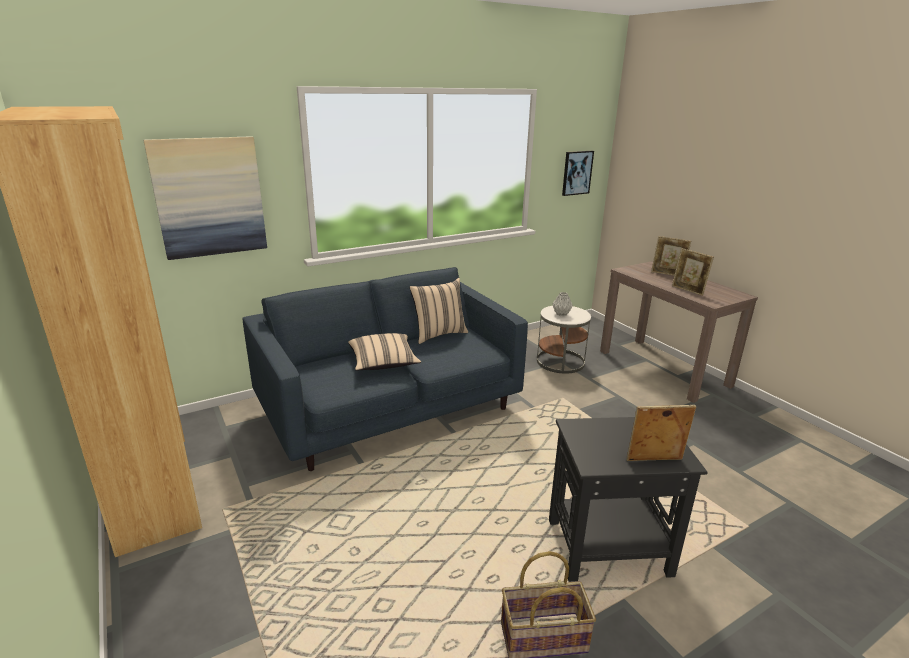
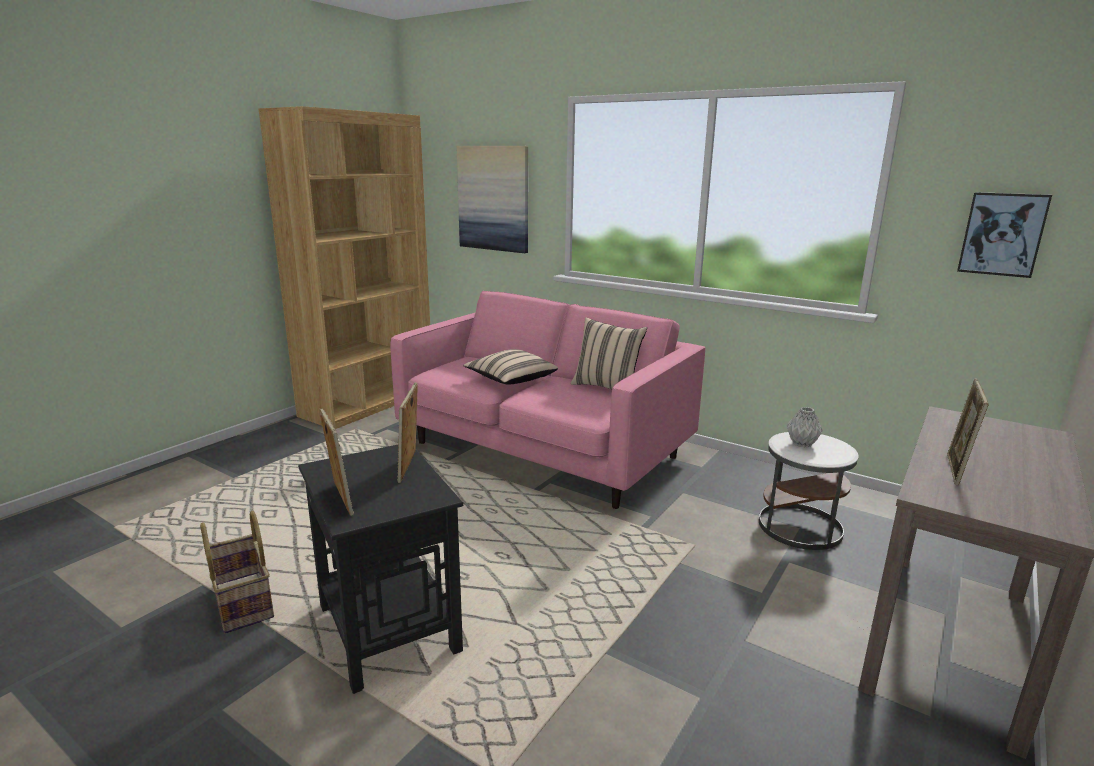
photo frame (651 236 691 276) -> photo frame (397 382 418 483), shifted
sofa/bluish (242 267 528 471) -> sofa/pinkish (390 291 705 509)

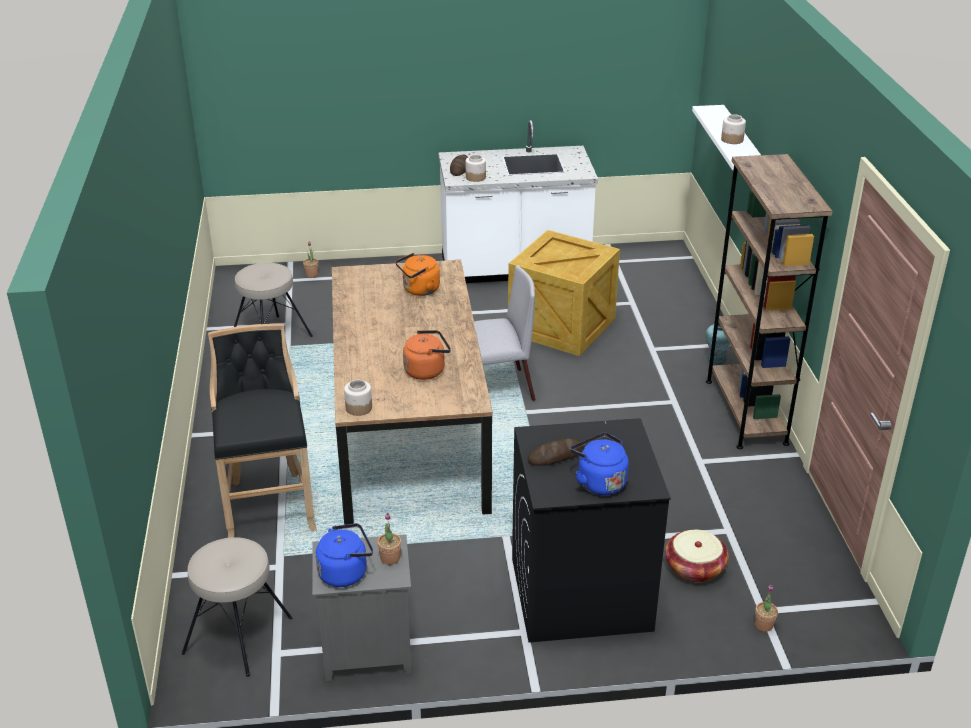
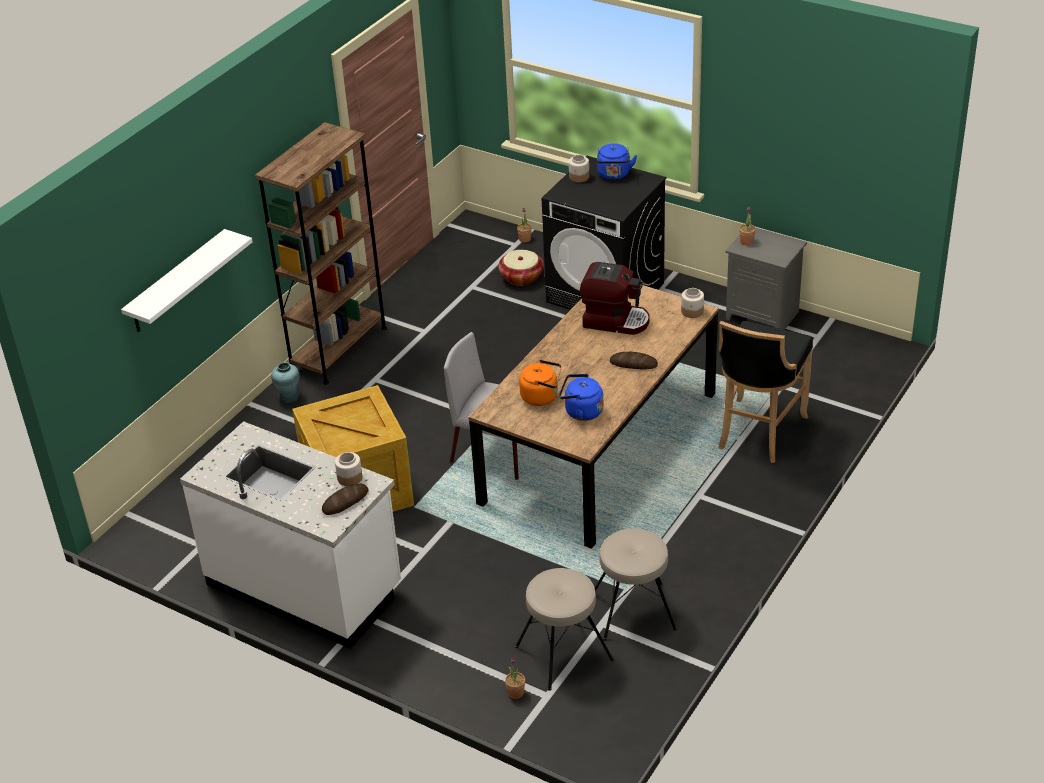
storage jar (721 114 746 144) -> storage jar (569 155 589 182), shifted
kettle/orange (403 330 451 380) -> coffee machine (580 262 650 335)
bread (527 438 585 466) -> bread (610 352 658 370), shifted
kettle/bluish (316 523 373 587) -> kettle/bluish (559 374 603 421), shifted
stool/sand-coloured (182 537 292 677) -> stool/sand-coloured (515 568 614 691), shifted

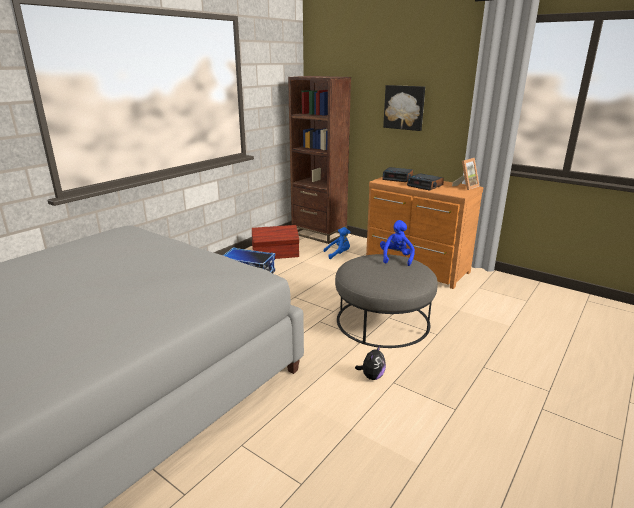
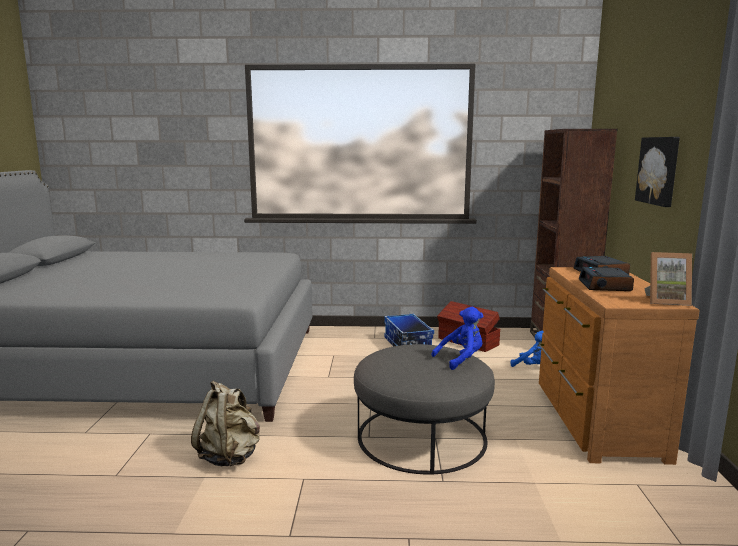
cuddly toy (355 345 386 380) -> none
none -> knapsack/sand-coloured (191 381 260 466)

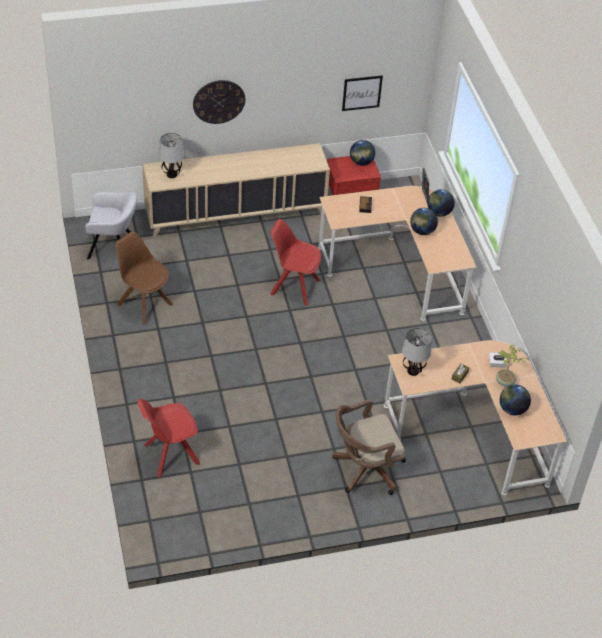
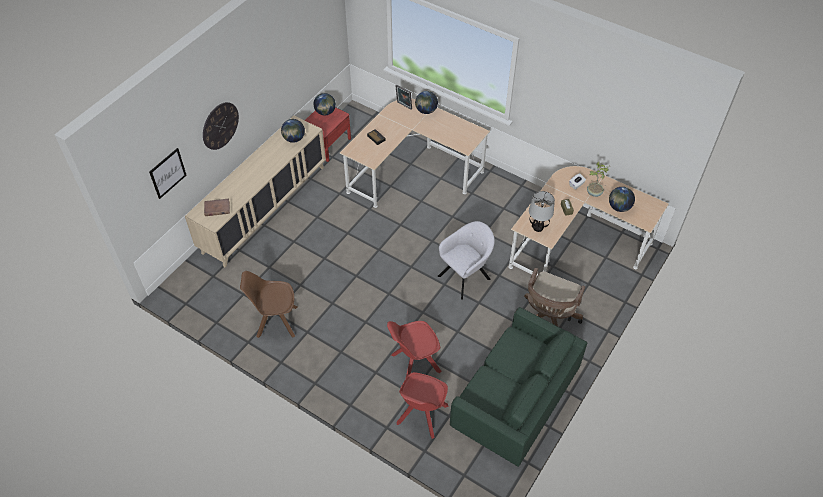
wall picture (342 75 383 111) -> wall picture (149 148 187 199), shifted
lamp for a table (159 133 184 178) -> book/brown (204 199 230 216)
lounge chair/gray (85 191 137 259) -> lounge chair/gray (437 221 495 300), shifted
globe (410 208 438 235) -> globe (281 119 305 143), shifted
chair/red-coloured (270 219 321 306) -> chair/red-coloured (387 321 441 378), shifted
none -> sofa/green (450 307 588 467)

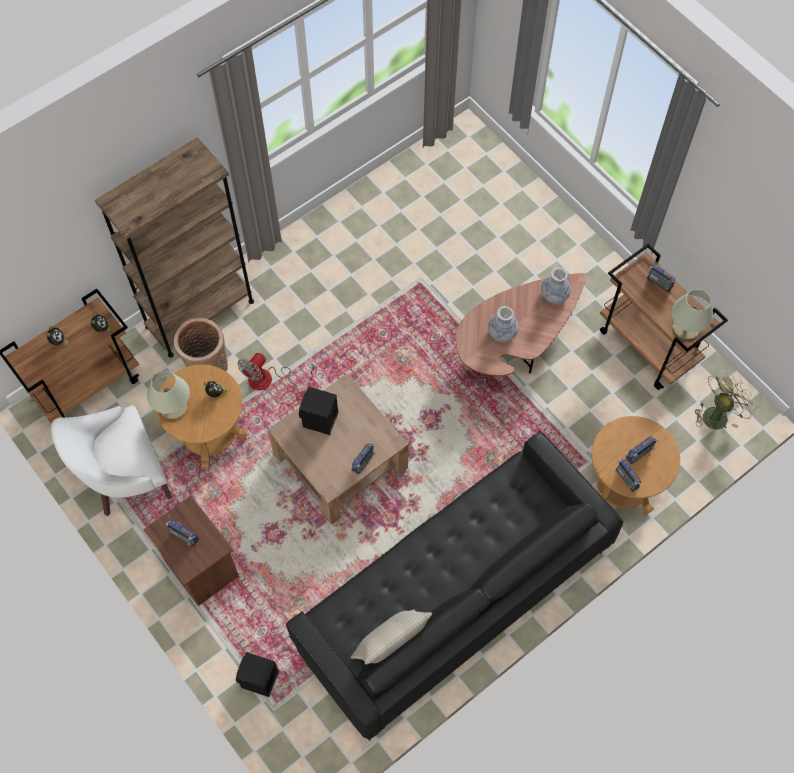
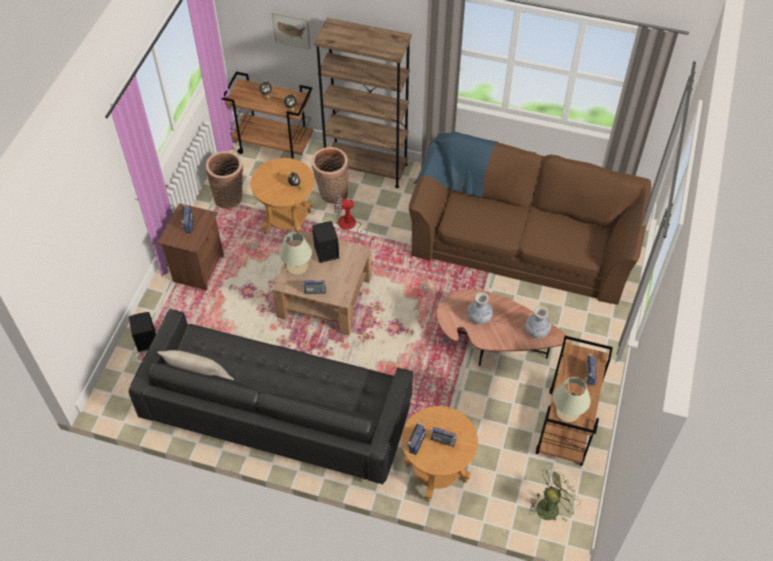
lamp for a table/sand-coloured (147 370 190 419) -> lamp for a table/sand-coloured (279 232 312 275), shifted
cooling fan/green (695 370 758 430) -> cooling fan/green (529 465 581 522), 45 degrees counterclockwise
lounge chair/white-coloured (51 405 172 516) -> household basket (206 151 243 209)
none -> wall picture (272 12 310 49)
none -> sofa/brown (409 132 652 305)

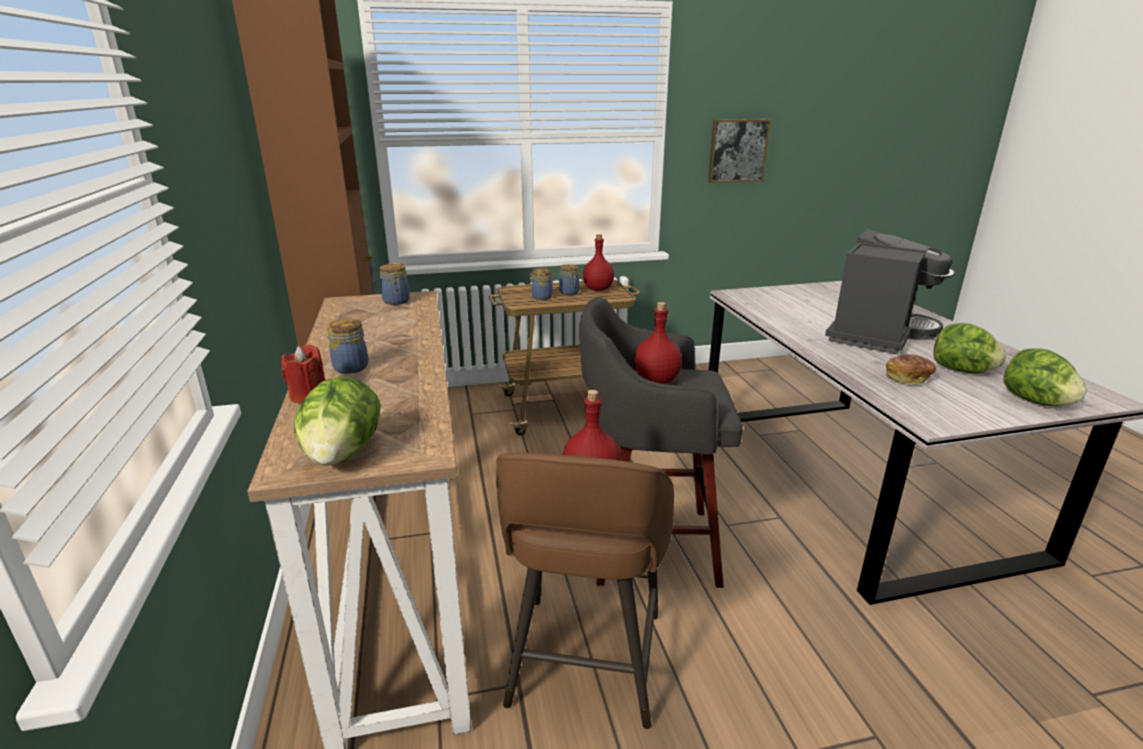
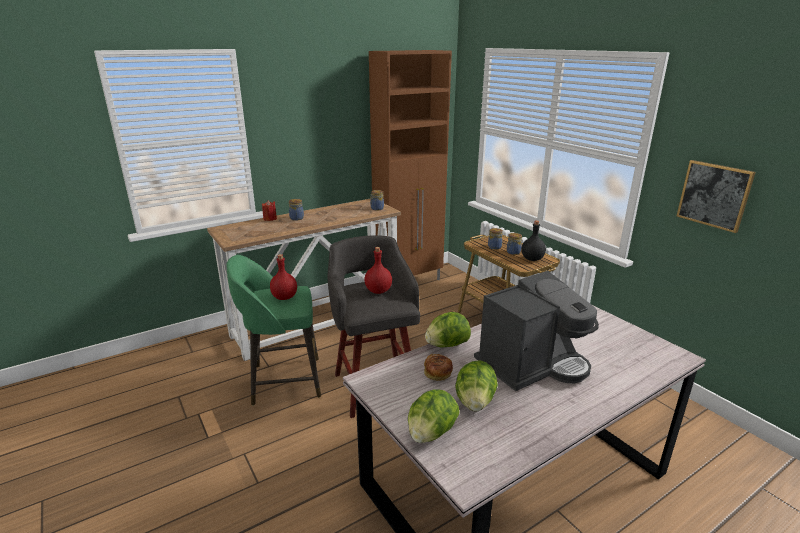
coffee machine (825 229 954 354) -> coffee machine (474 271 599 391), 45 degrees counterclockwise
bottle/red-coloured (583 234 614 291) -> bottle/blackish (521 220 546 261)
lettuce head (294 376 381 466) -> lettuce head (425 312 471 347), shifted
stool/brown (496 453 674 729) -> stool/green (226 255 321 405)

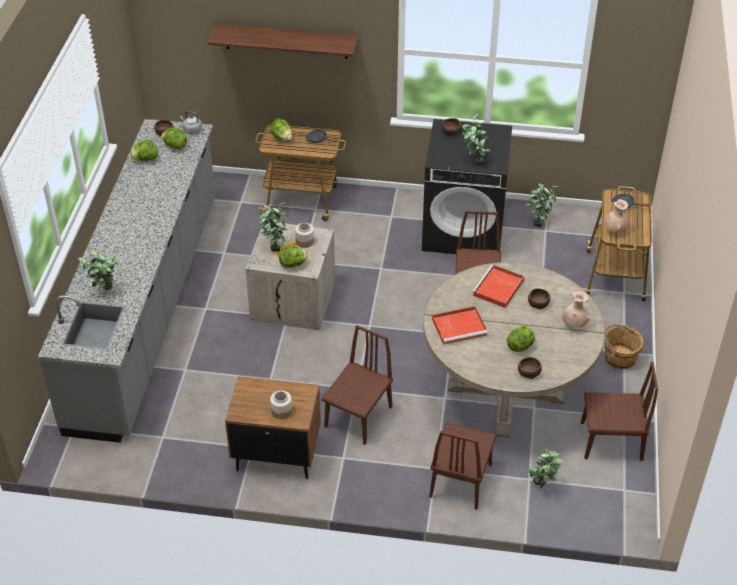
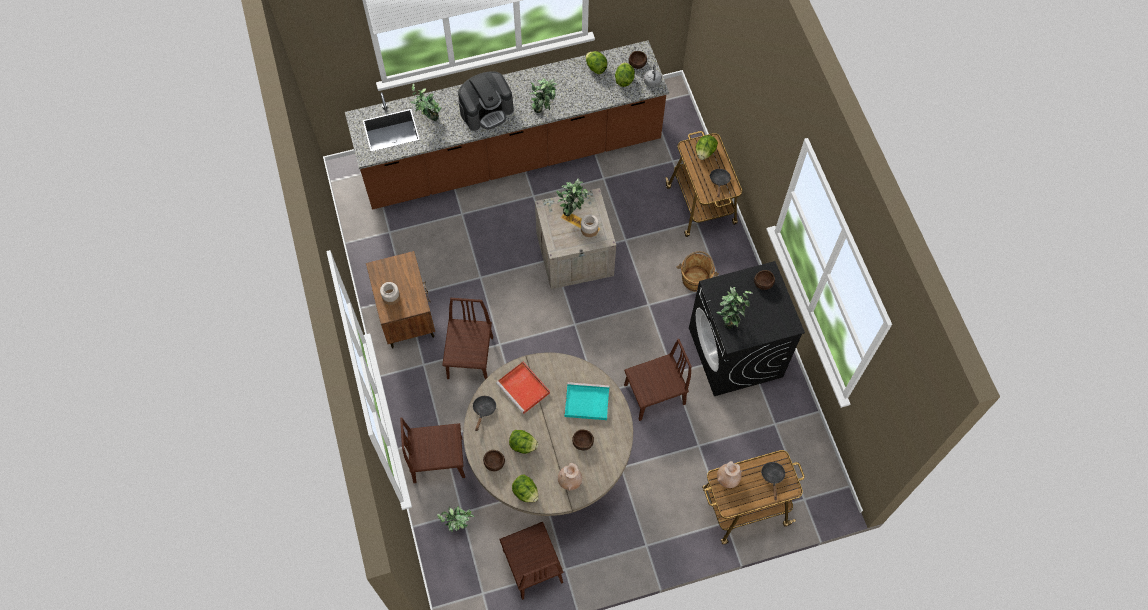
wall shelf (207 24 358 59) -> none
kitchen base unit/gray (38 119 216 443) -> kitchen base unit/brown (345 40 669 210)
potted plant (526 183 558 227) -> potted plant (529 78 558 113), shifted
lettuce head (279 246 308 268) -> lettuce head (512 474 539 503), shifted
tray/red-coloured (472 265 524 308) -> tray/blue-green (564 382 609 420)
pail/brown (605 324 643 369) -> pail/brown (676 251 719 292), shifted
chair/brown (322 325 393 445) -> chair/brown (442 298 493 379), 90 degrees counterclockwise
none -> coffee machine (458 71 513 131)
none -> skillet/blackish (473 396 496 431)

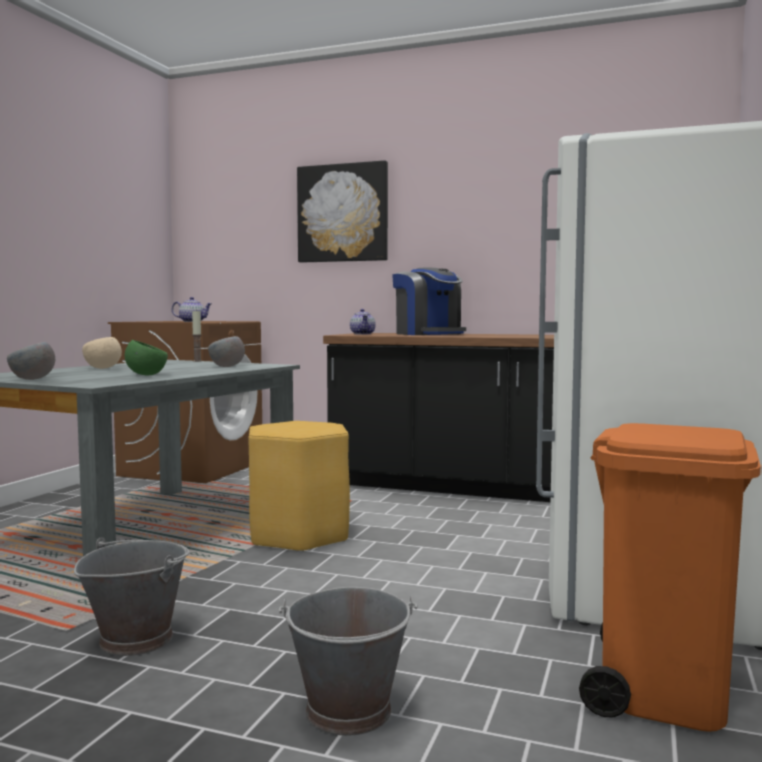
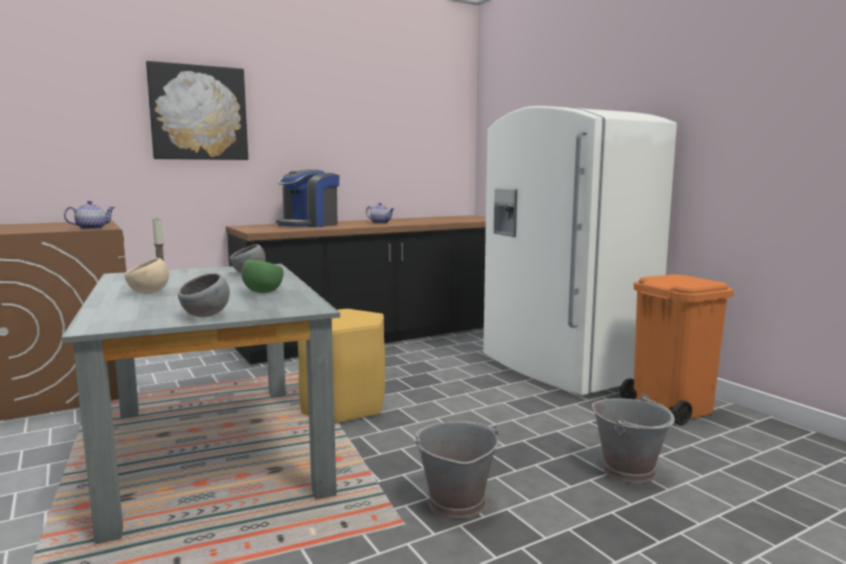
coffee machine (392 267 466 335) -> coffee machine (276 169 339 227), 120 degrees clockwise
teapot (350 309 376 334) -> teapot (366 203 395 224), shifted

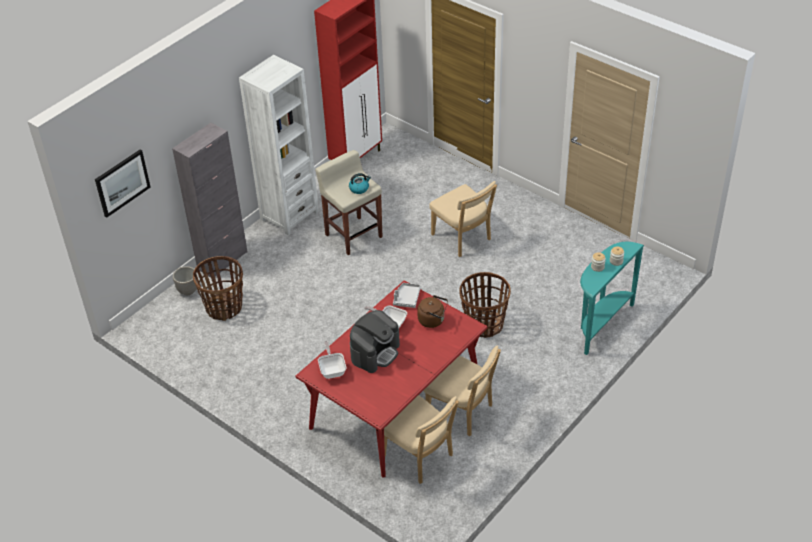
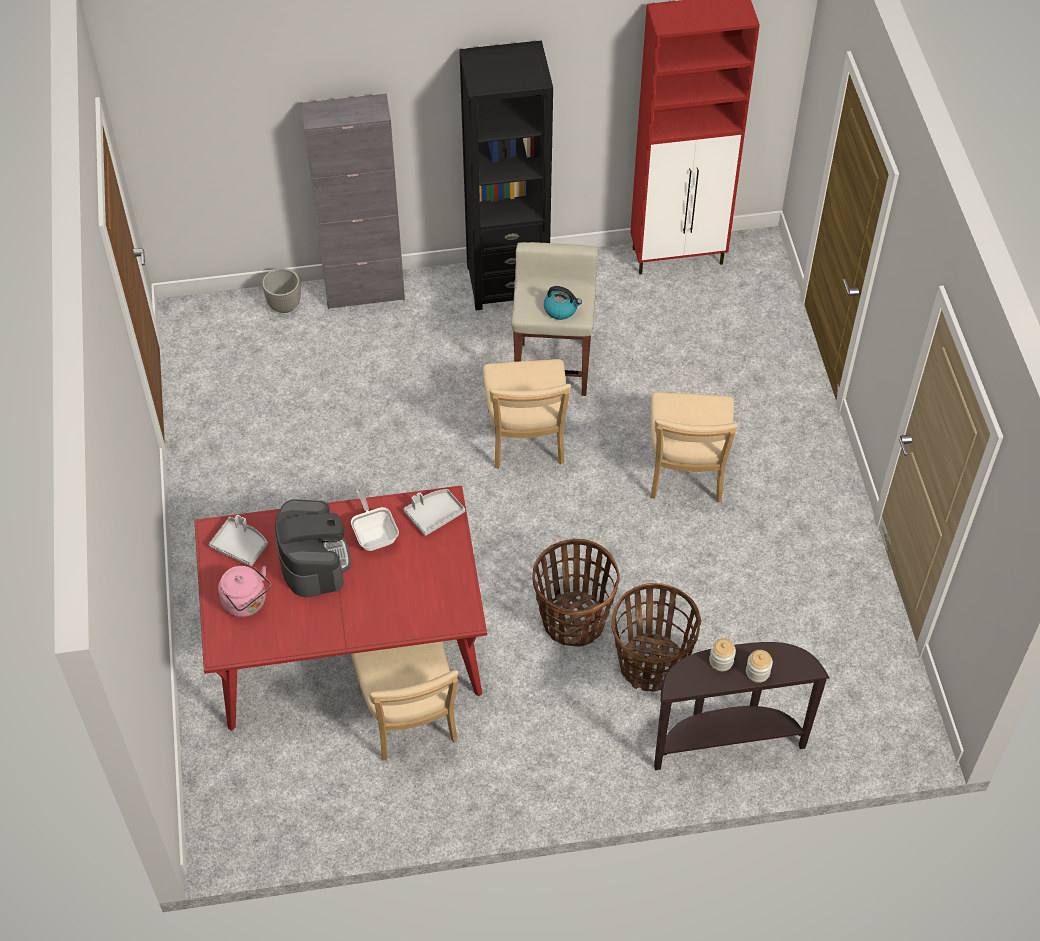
bookcase/white-coloured (239 55 319 235) -> bookcase/blackish (459 41 553 310)
wall picture (95 150 151 218) -> none
hall table/blue-green (580 242 644 355) -> hall table/brown (654 642 830 770)
household basket (193 256 243 321) -> household basket (611 583 702 692), shifted
kettle/brown (417 295 448 328) -> none
coffee machine (350 310 400 373) -> coffee machine (275 499 351 597), 90 degrees counterclockwise
skillet (318 341 346 379) -> tray/gray (209 515 268 567)
chair/sand-coloured (384 395 459 484) -> chair/sand-coloured (483 359 571 469), shifted
none -> kettle/pinkish (218 566 271 617)

